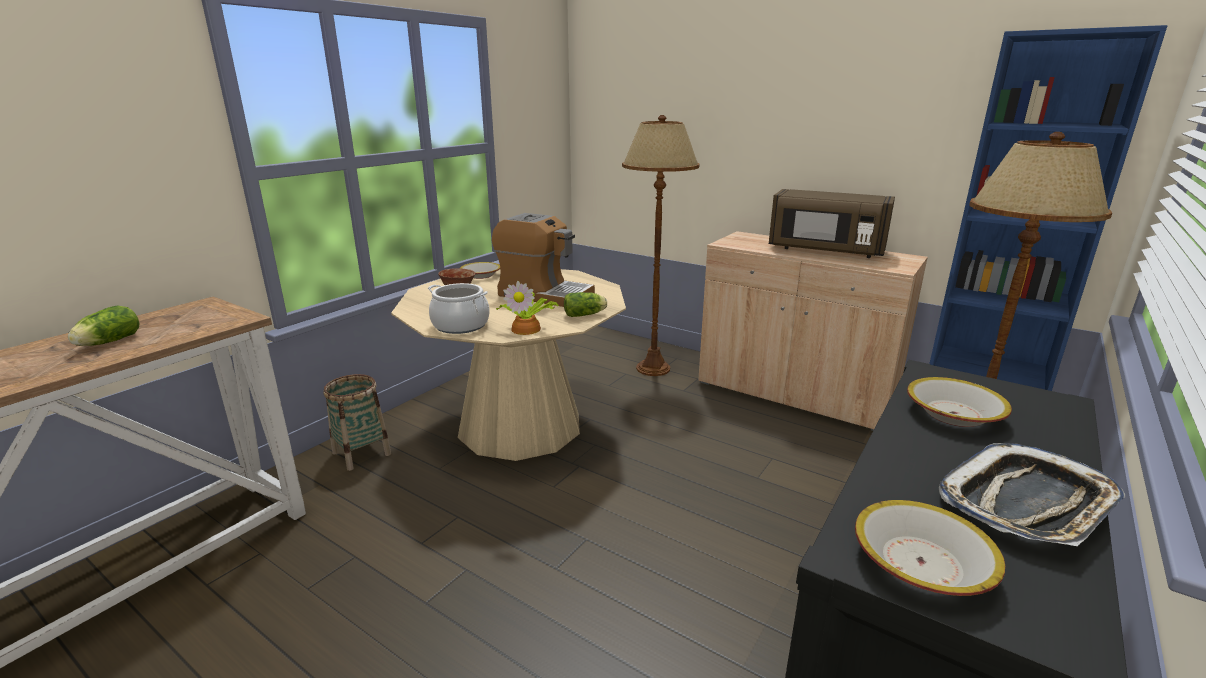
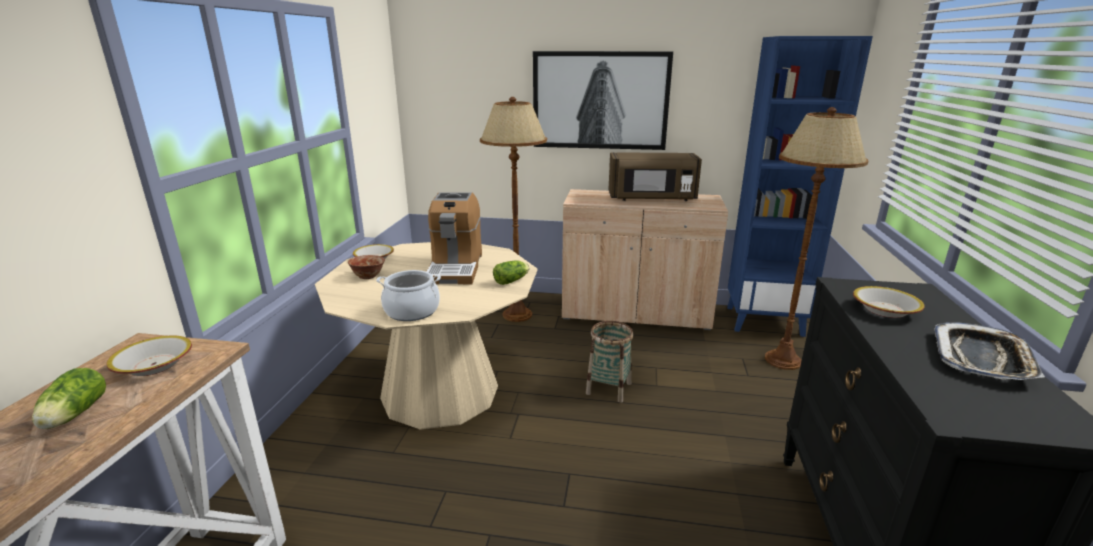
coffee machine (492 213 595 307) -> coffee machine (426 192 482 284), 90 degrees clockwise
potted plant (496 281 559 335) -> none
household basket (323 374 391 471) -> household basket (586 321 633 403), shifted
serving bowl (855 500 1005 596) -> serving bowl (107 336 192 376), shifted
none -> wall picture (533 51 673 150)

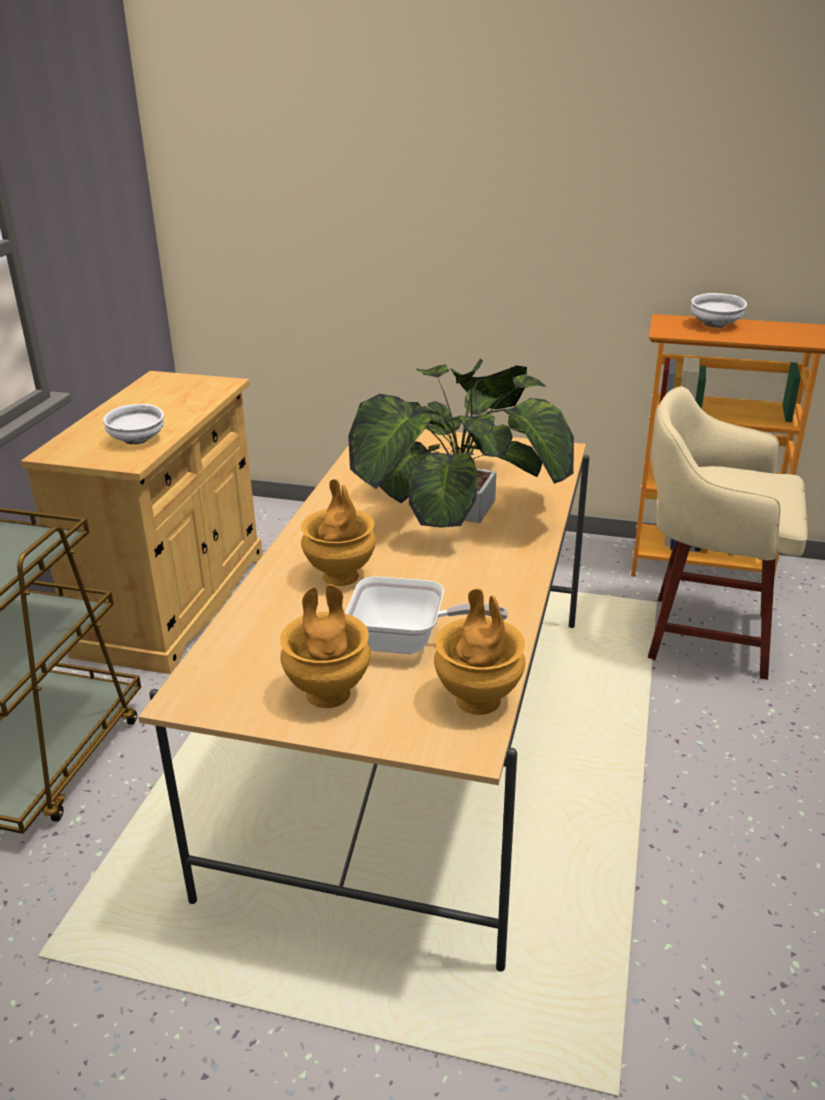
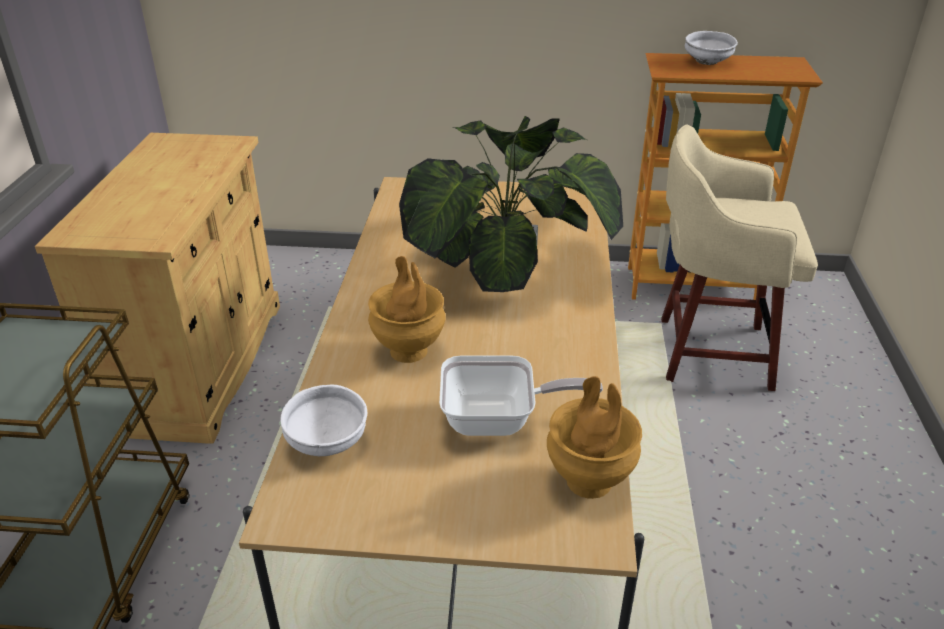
serving bowl/white-coloured (103 404 164 445) -> serving bowl/white-coloured (280 384 367 456), shifted
flower vase/brown (280 584 371 708) -> none

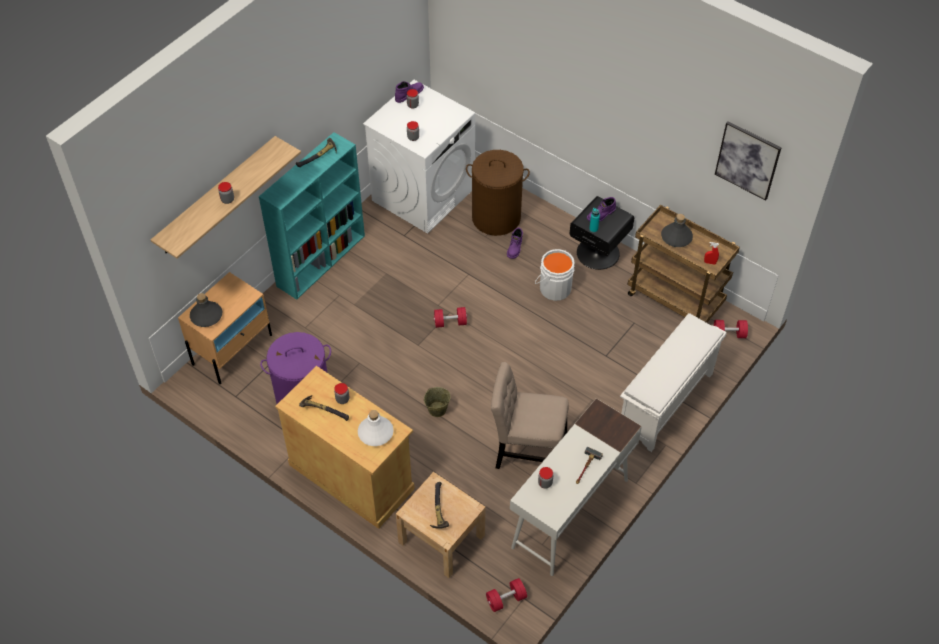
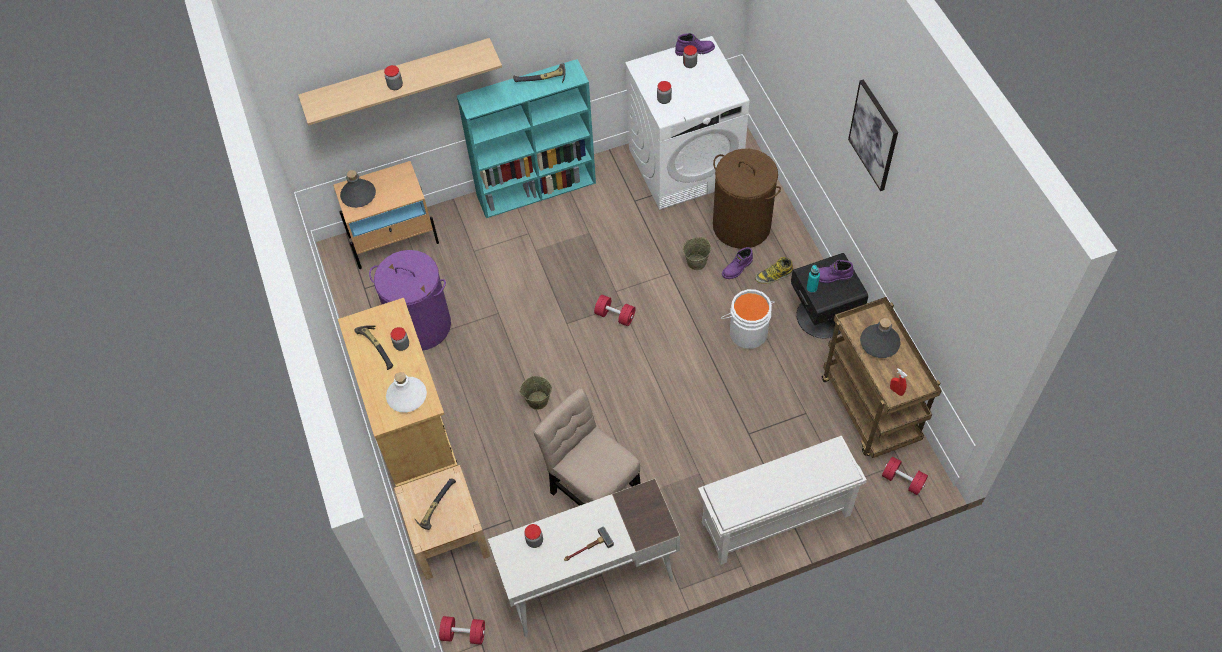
wall picture (715 121 781 201) -> wall picture (848 79 898 191), shifted
none -> pail/sand-coloured (683 237 711 270)
none -> high-top boot (755 257 793 284)

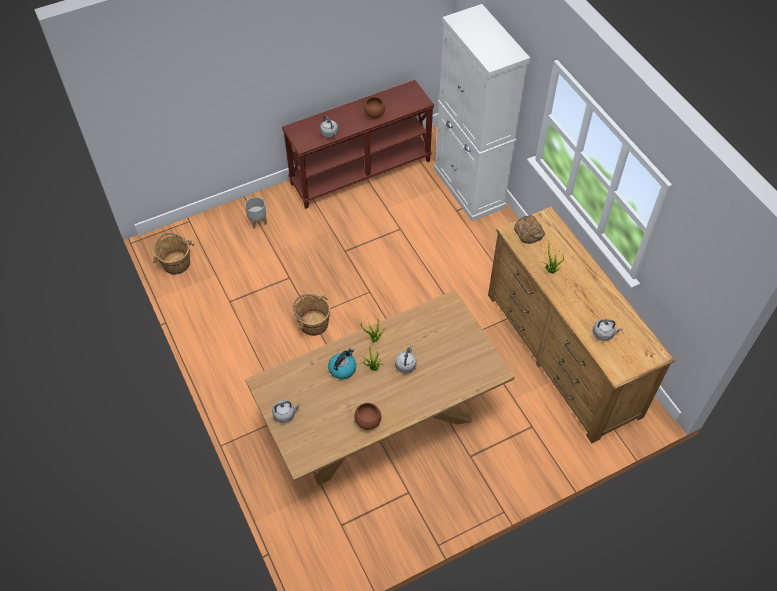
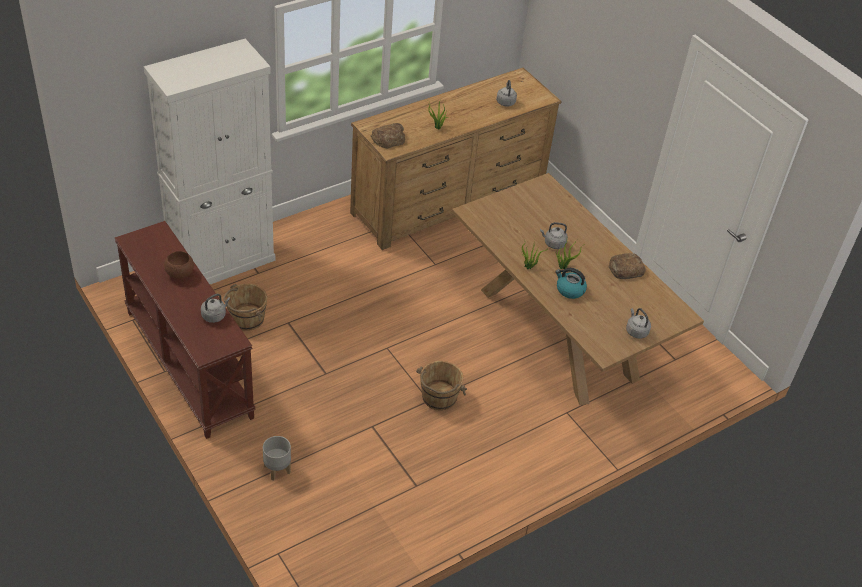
pail/brown (153 233 194 274) -> pail/brown (223 284 267 331), shifted
serving bowl/brown (354 403 381 430) -> bread (609 253 646 279)

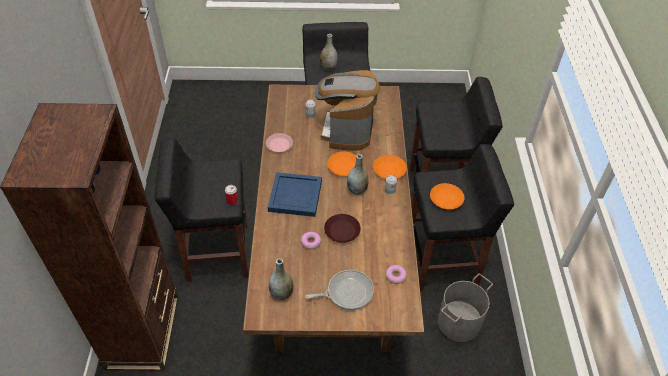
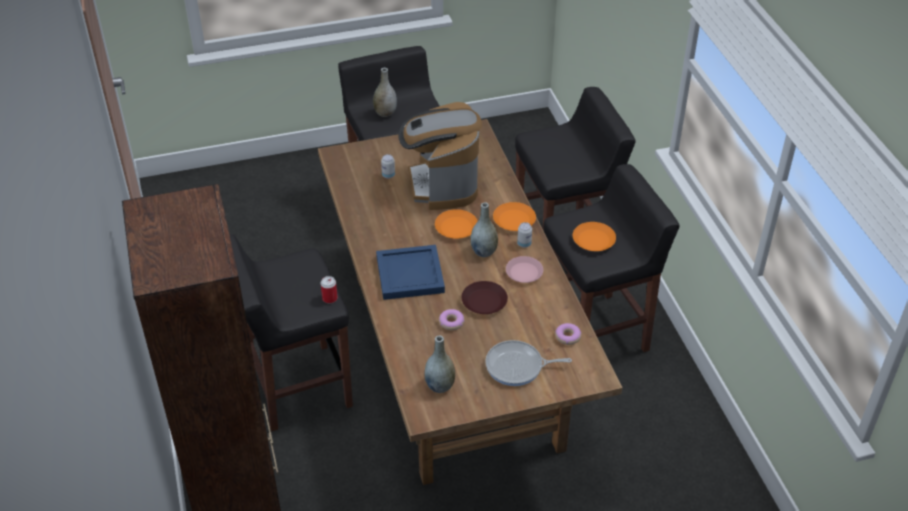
plate/pinkish (266 133 293 152) -> plate/pinkish (506 256 543 283), shifted
skillet (305 270 374 310) -> skillet (485 340 572 386), 150 degrees counterclockwise
pail/gray (438 274 493 342) -> none

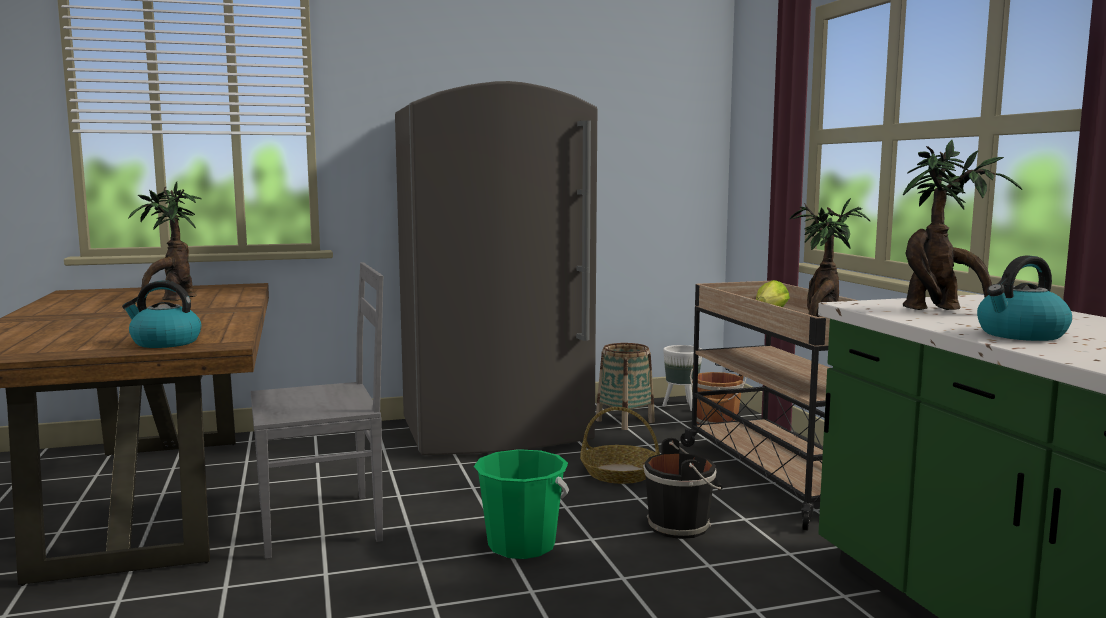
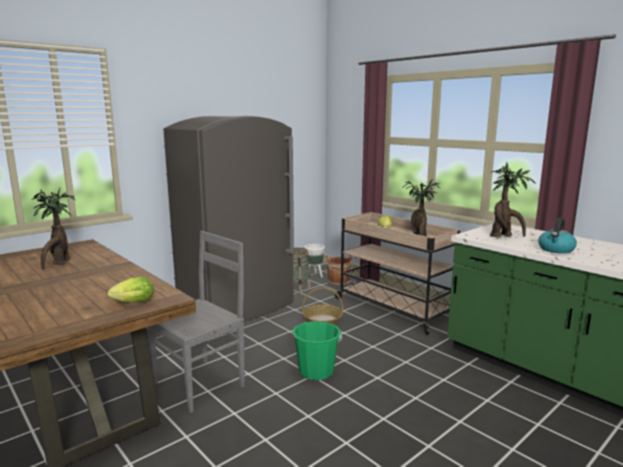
kettle (122 280 201 348) -> lettuce head (107 277 154 303)
pail/blackish (643 438 722 539) -> none

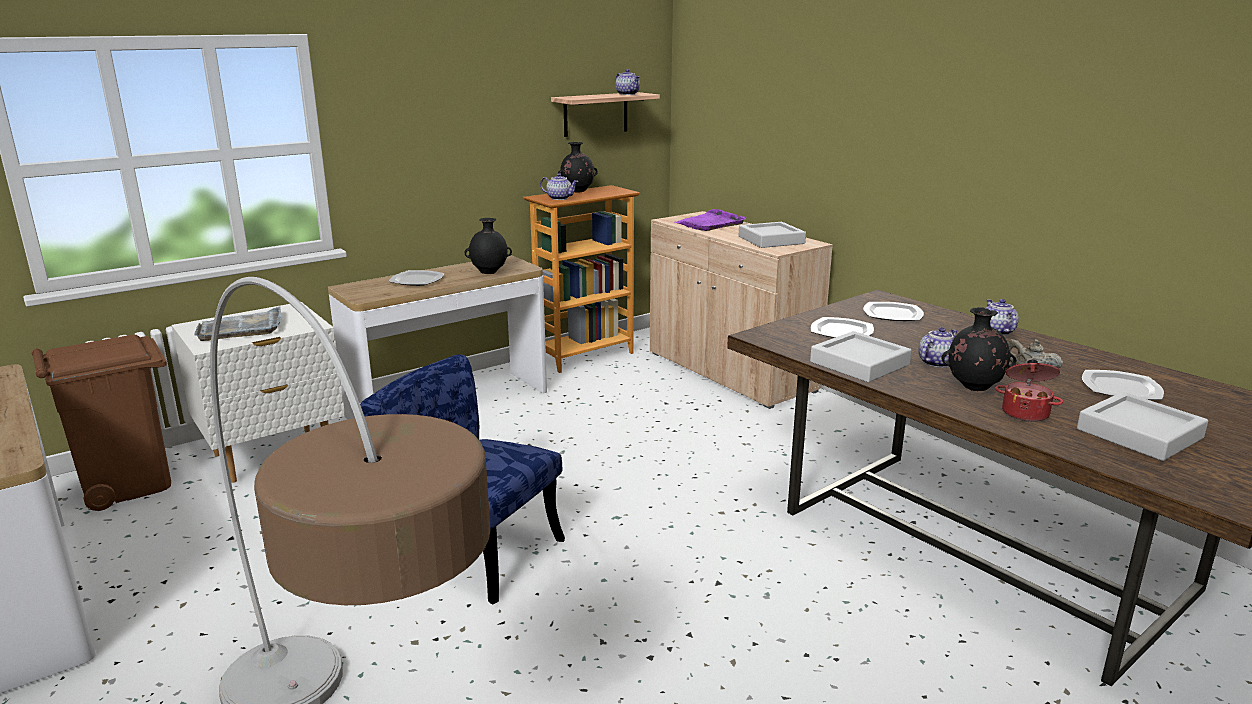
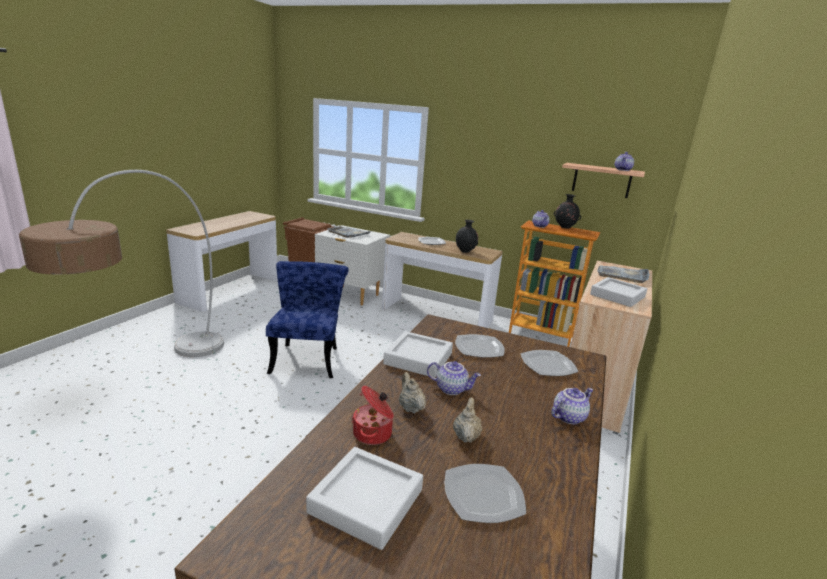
tray/purple-coloured (675 209 746 231) -> tray/gray (598 265 650 283)
flower vase/blackish (941 307 1017 391) -> teapot/sand-coloured (399 372 426 413)

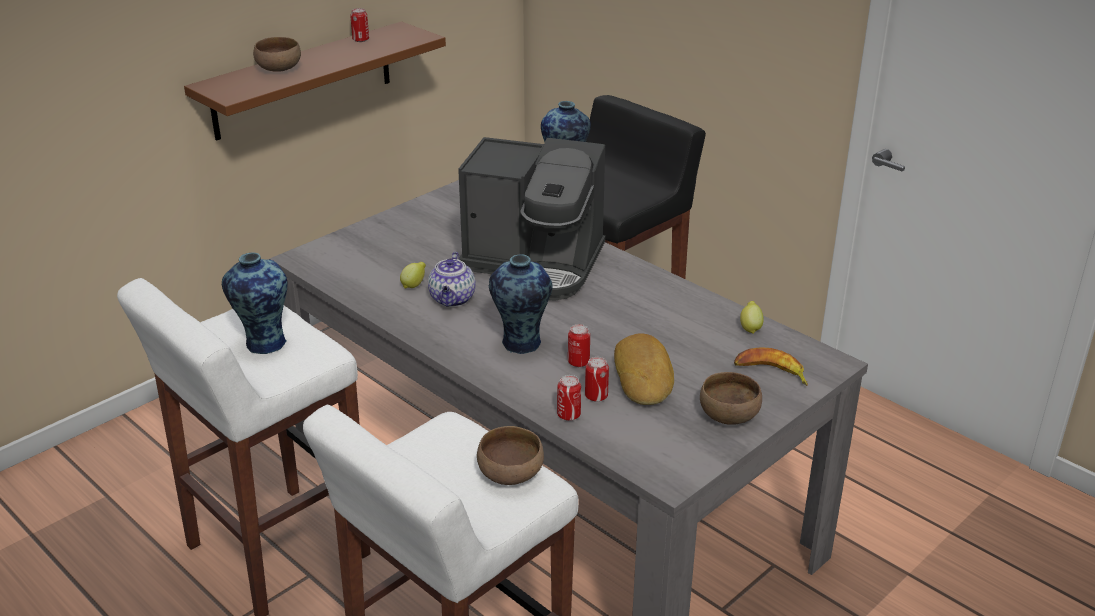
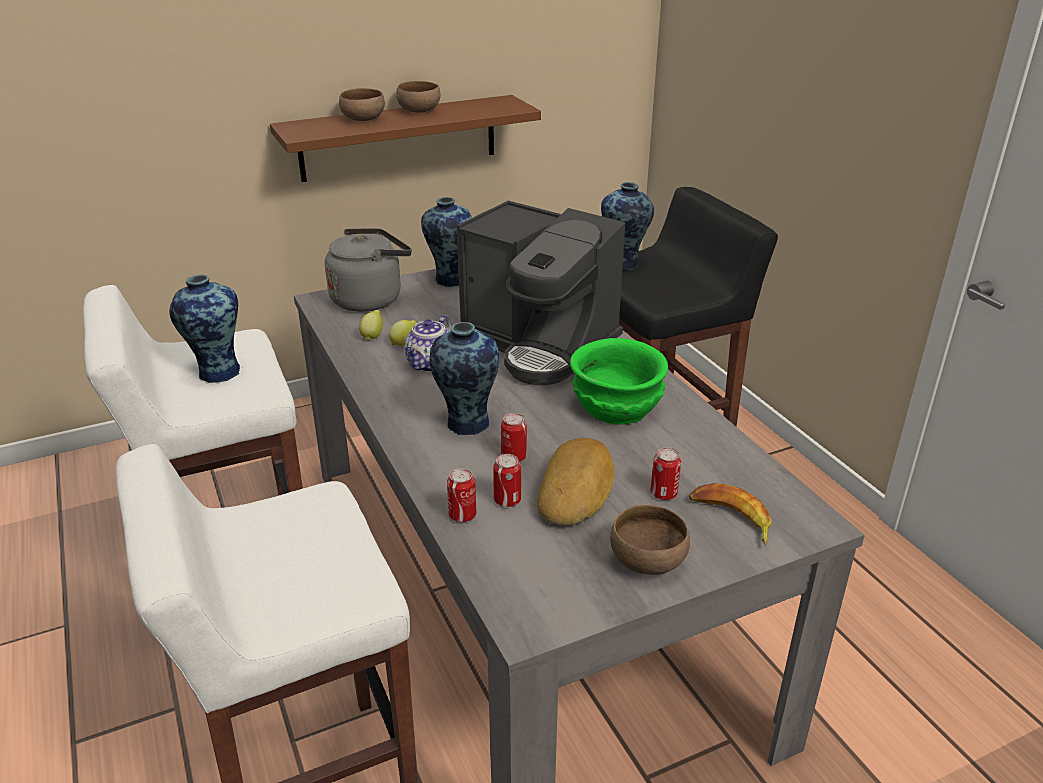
can (350 8 369 42) -> can (650 447 681 500), shifted
whole lemon (740 301 764 334) -> whole lemon (359 310 383 341), shifted
serving bowl/brown (477 426 544 485) -> serving bowl/brown (396 81 441 113), shifted
none -> flower vase (421 197 472 287)
none -> kettle/gray (325 228 412 312)
none -> serving bowl/green (570 338 668 425)

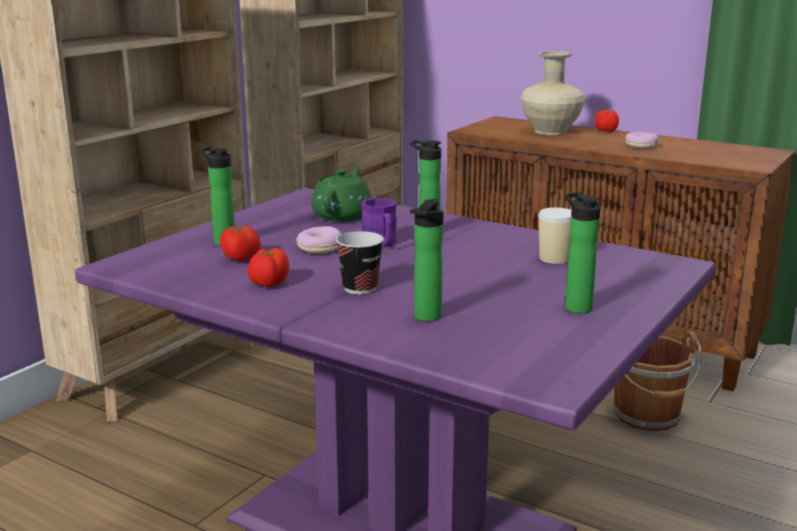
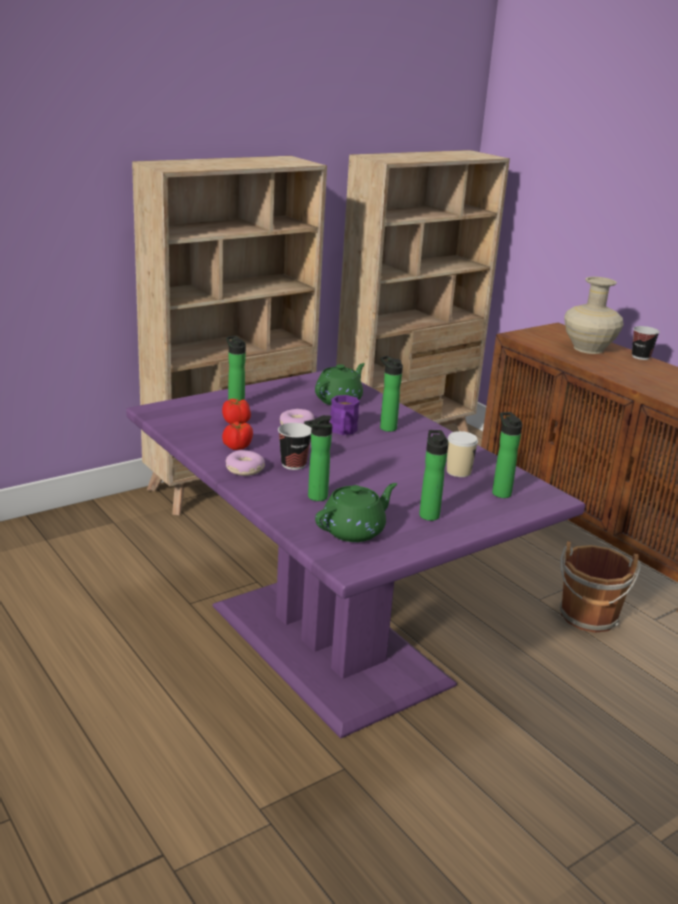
whole tomato (595 110 619 132) -> small cup (632 326 660 360)
ring doughnut (625 132 659 148) -> ring doughnut (225 450 265 476), shifted
none -> bottle (492 412 523 498)
none -> teapot/green (315 483 397 542)

